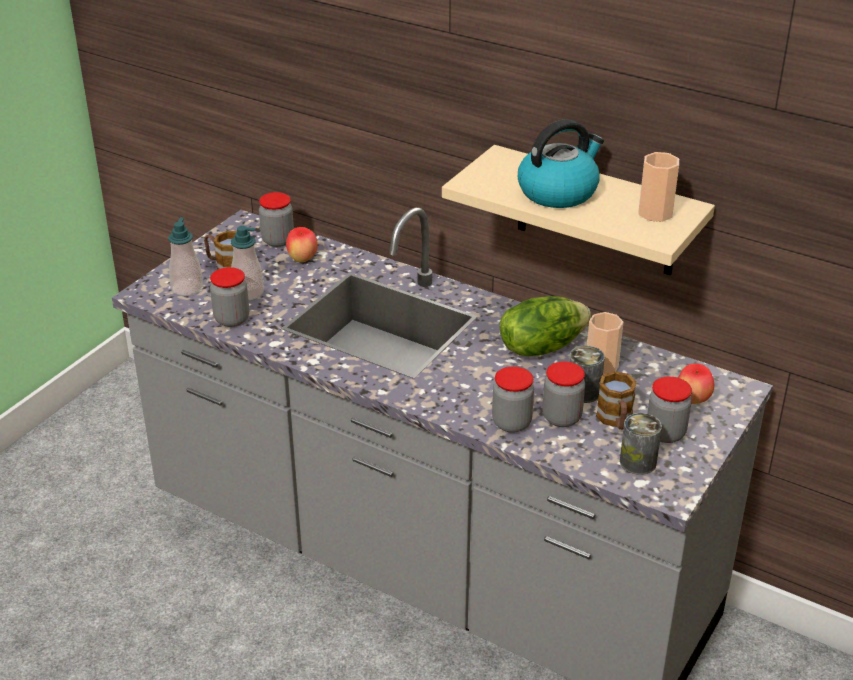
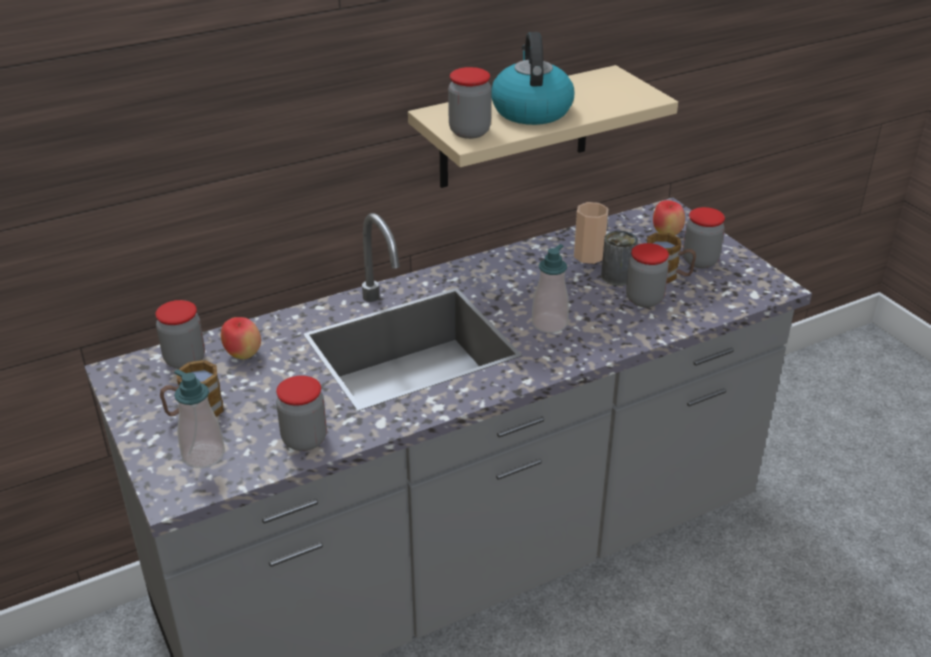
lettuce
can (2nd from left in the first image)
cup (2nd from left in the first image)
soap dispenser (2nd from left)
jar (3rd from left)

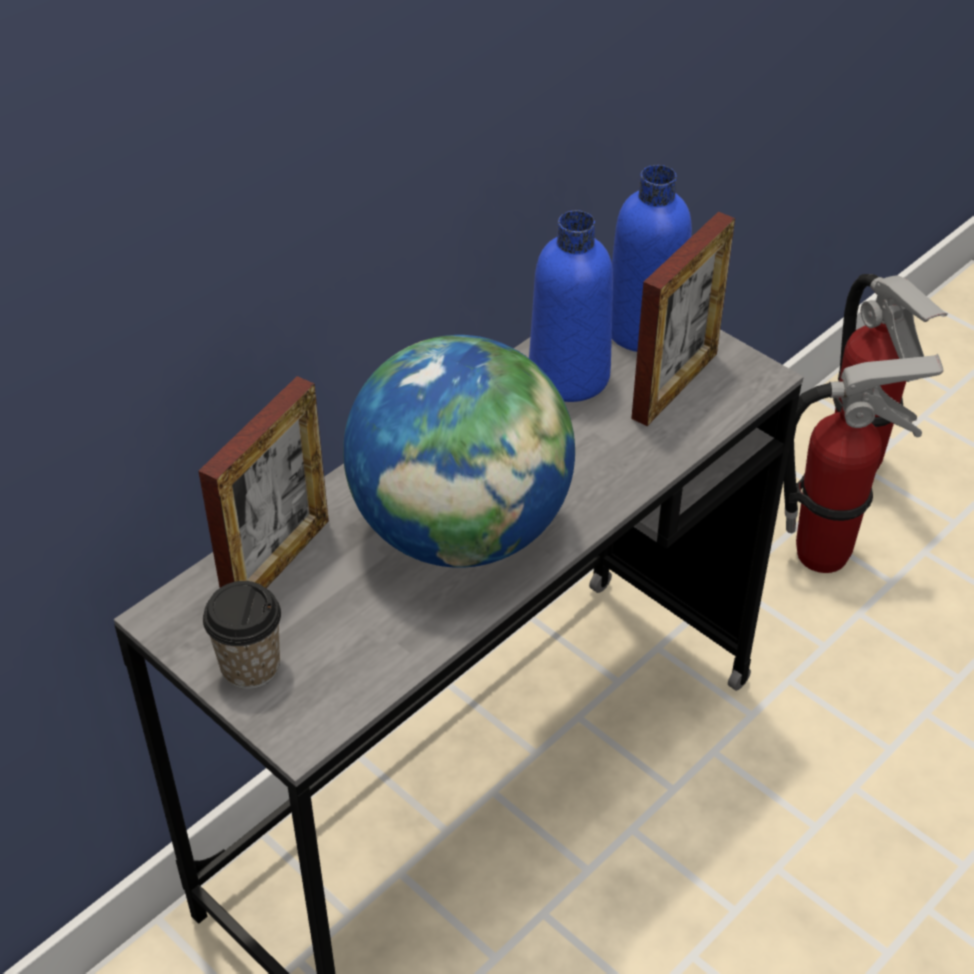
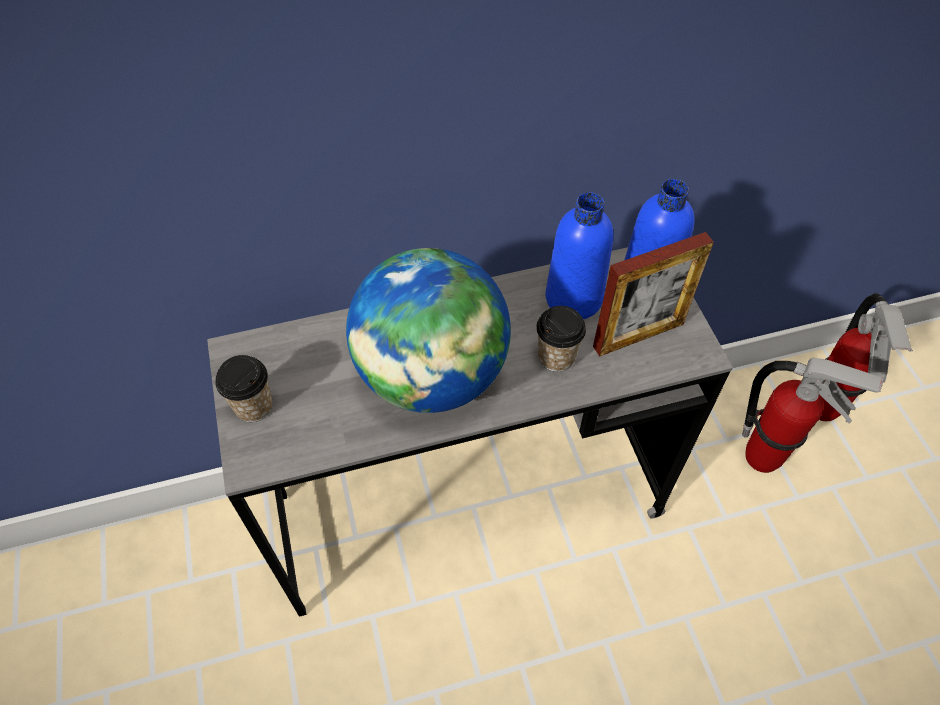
picture frame (1st from left in the first image)
cup (2nd from left)

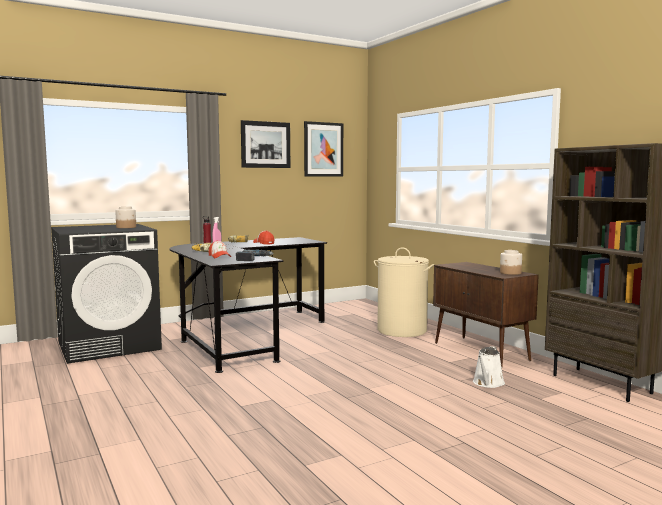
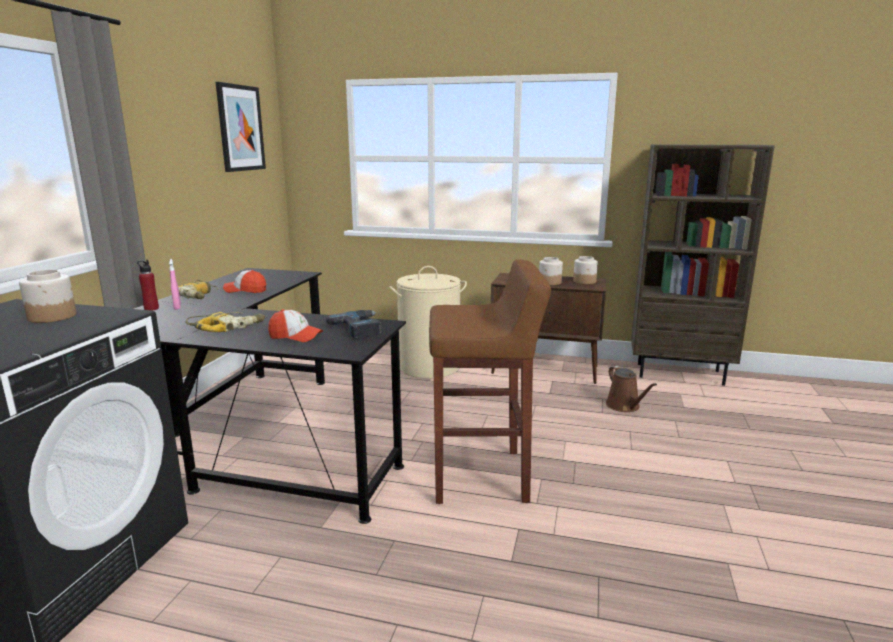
picture (1st from left in the first image)
brown stool
jar (2nd from left)
brown watering can

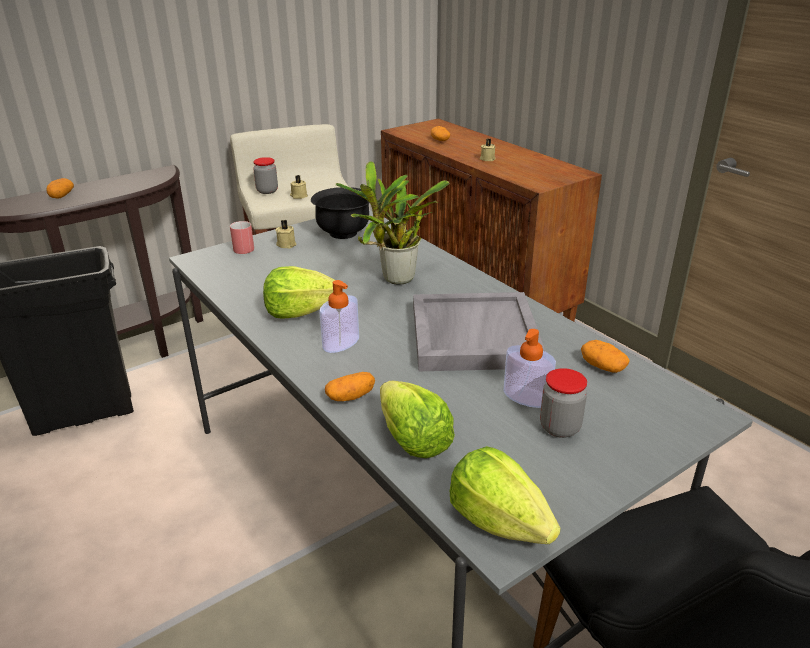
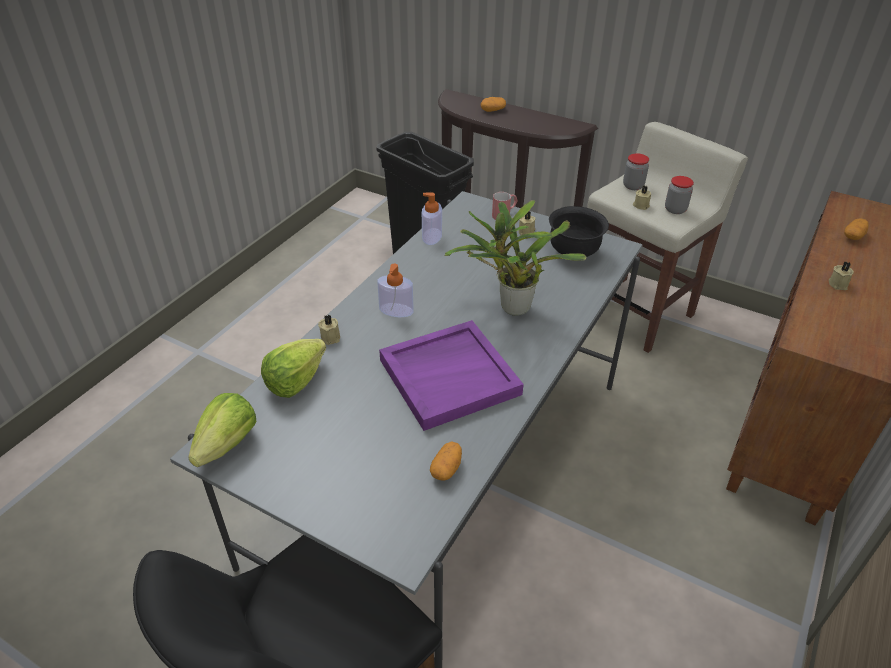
lettuce (1st from left in the first image)
soap dispenser (2nd from left)
jar (2nd from left)
beige candle (1st from left)
purple tray

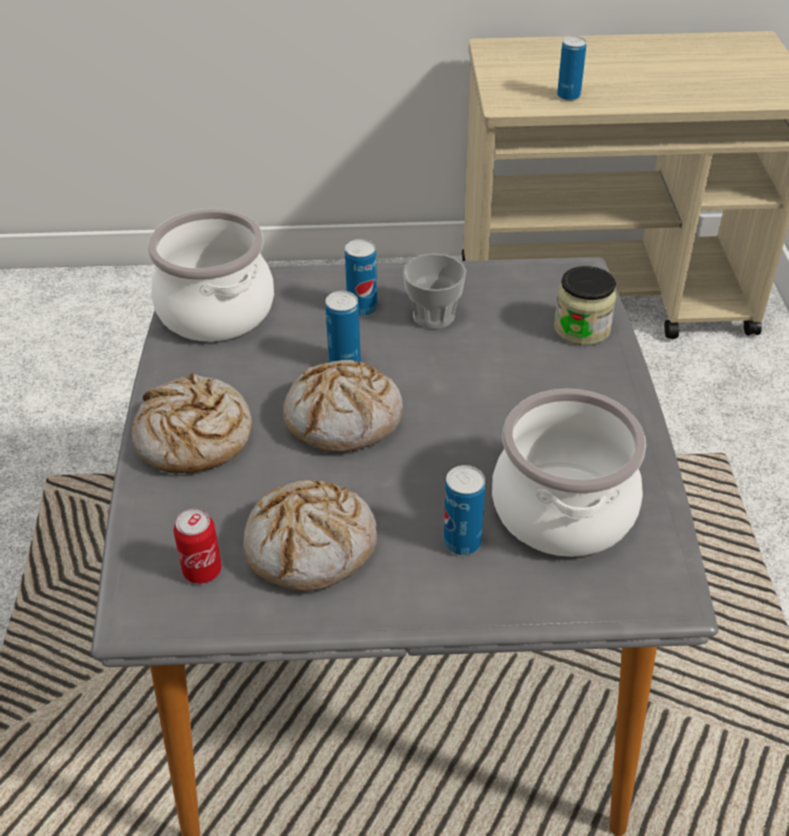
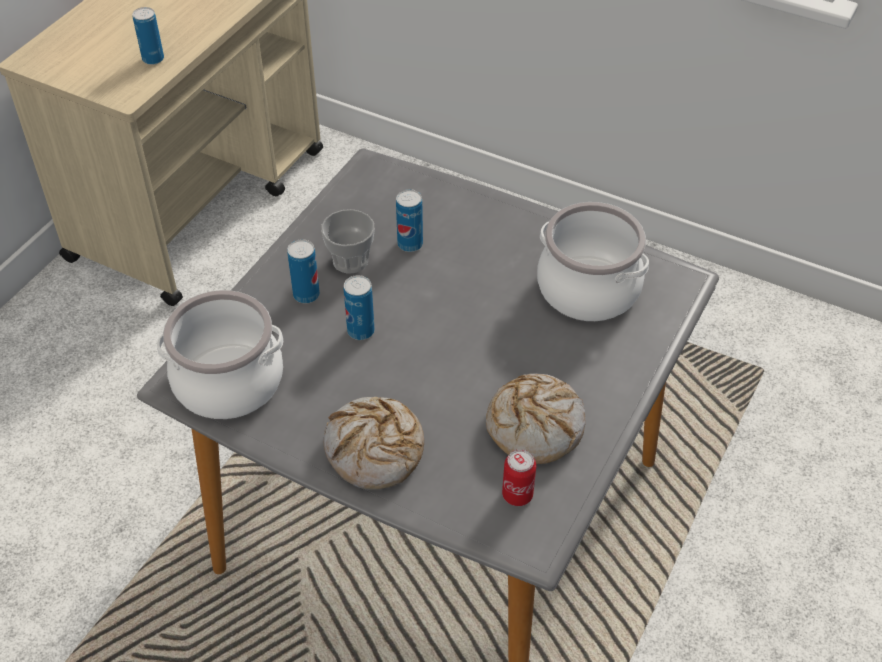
bread (3rd from left in the first image)
jar
can (4th from left)

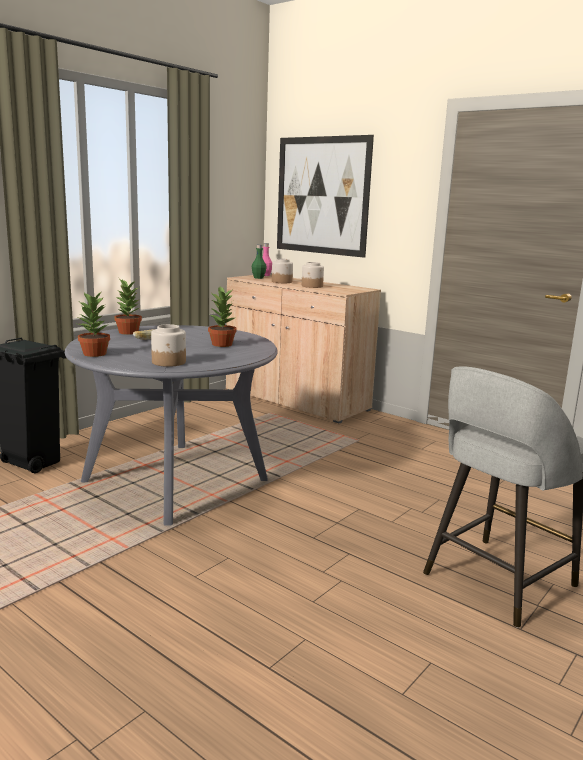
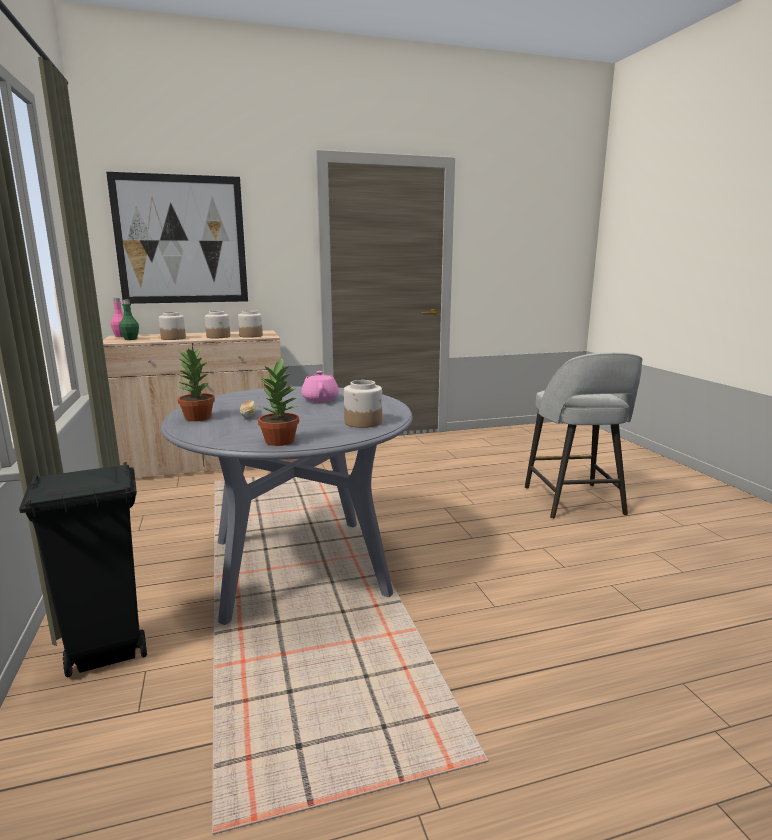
jar (3rd from left)
pink teapot

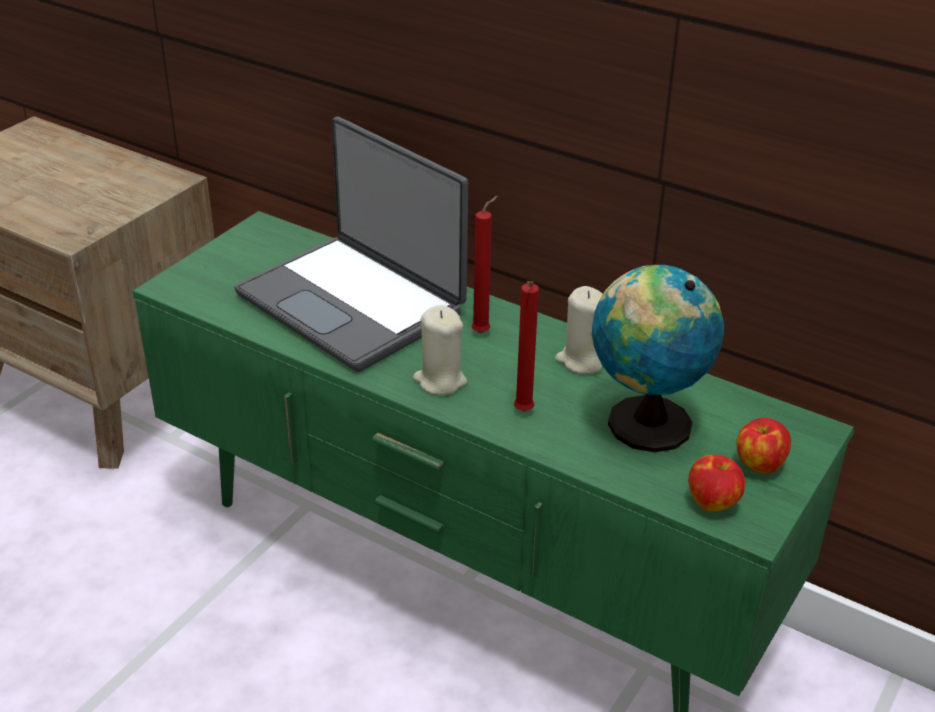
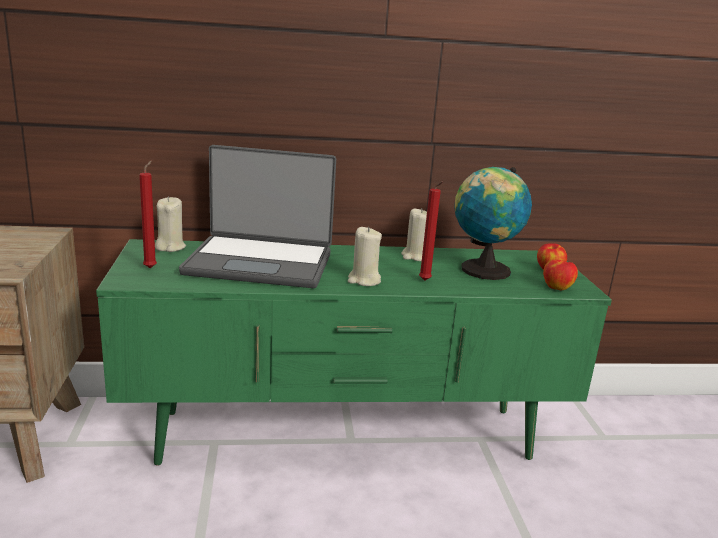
beige candle (1st from left)
red candle (1st from left)

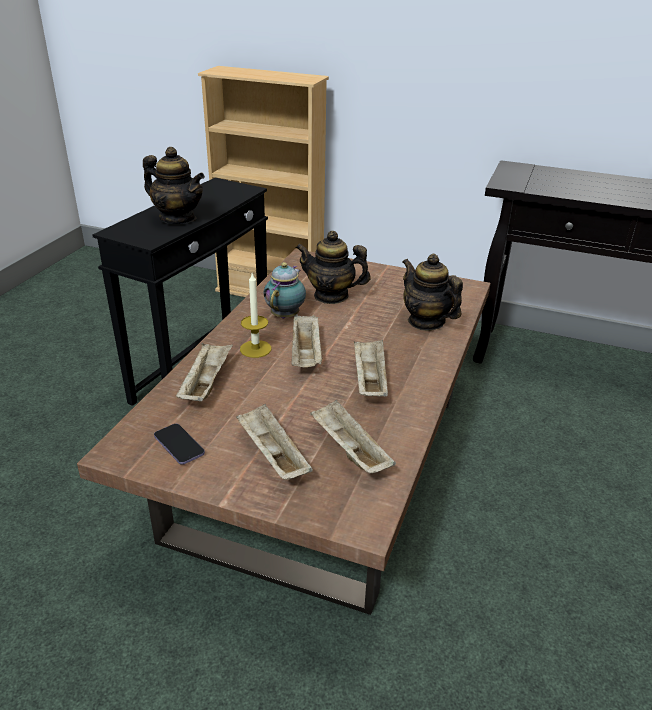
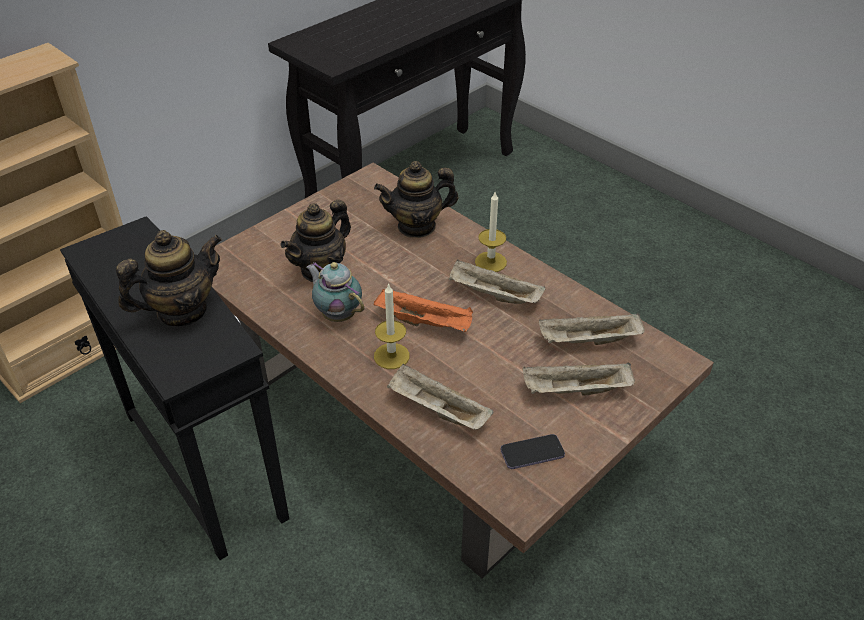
candle (2nd from left)
orange tray

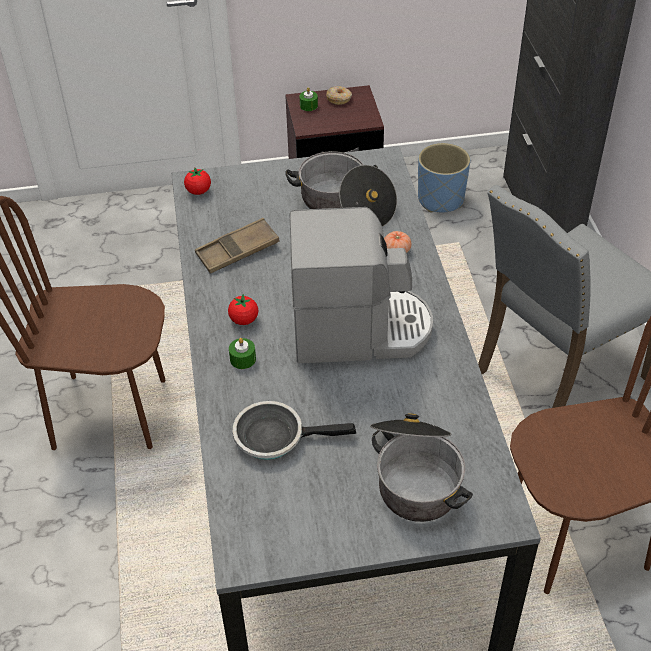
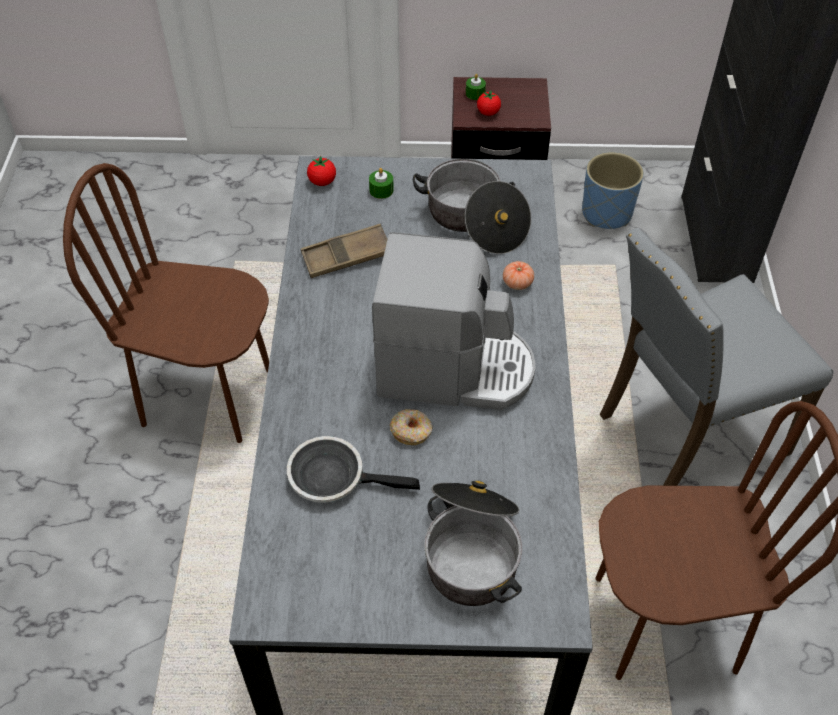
tomato (2nd from left)
green candle (1st from left)
donut

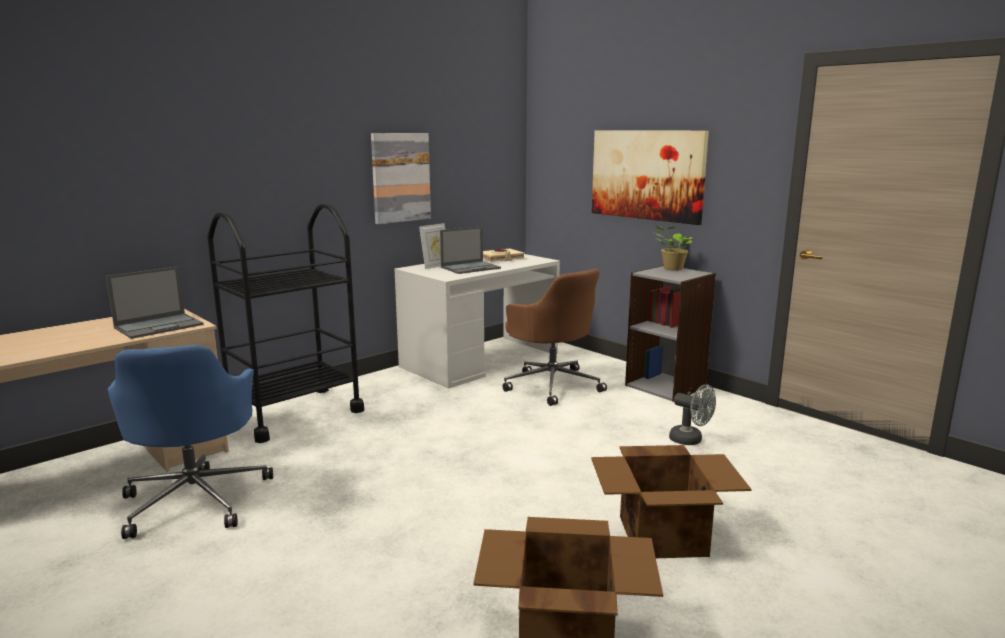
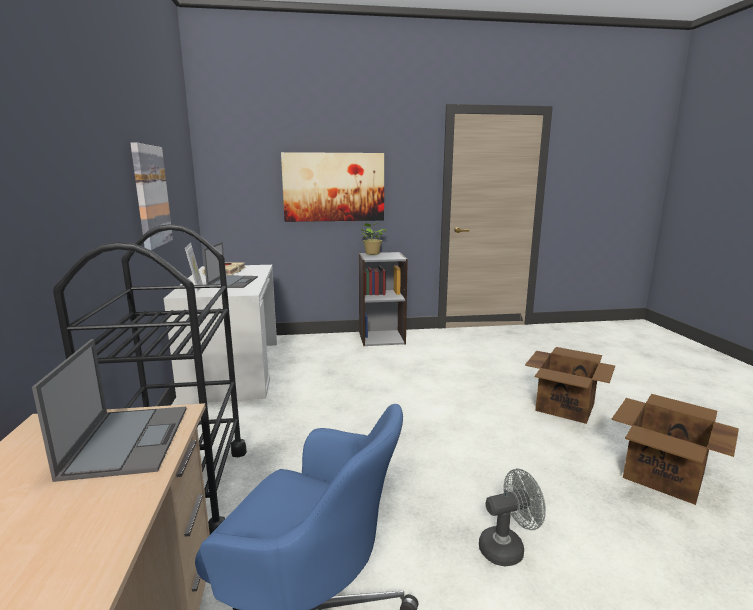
brown office chair
grey fan

